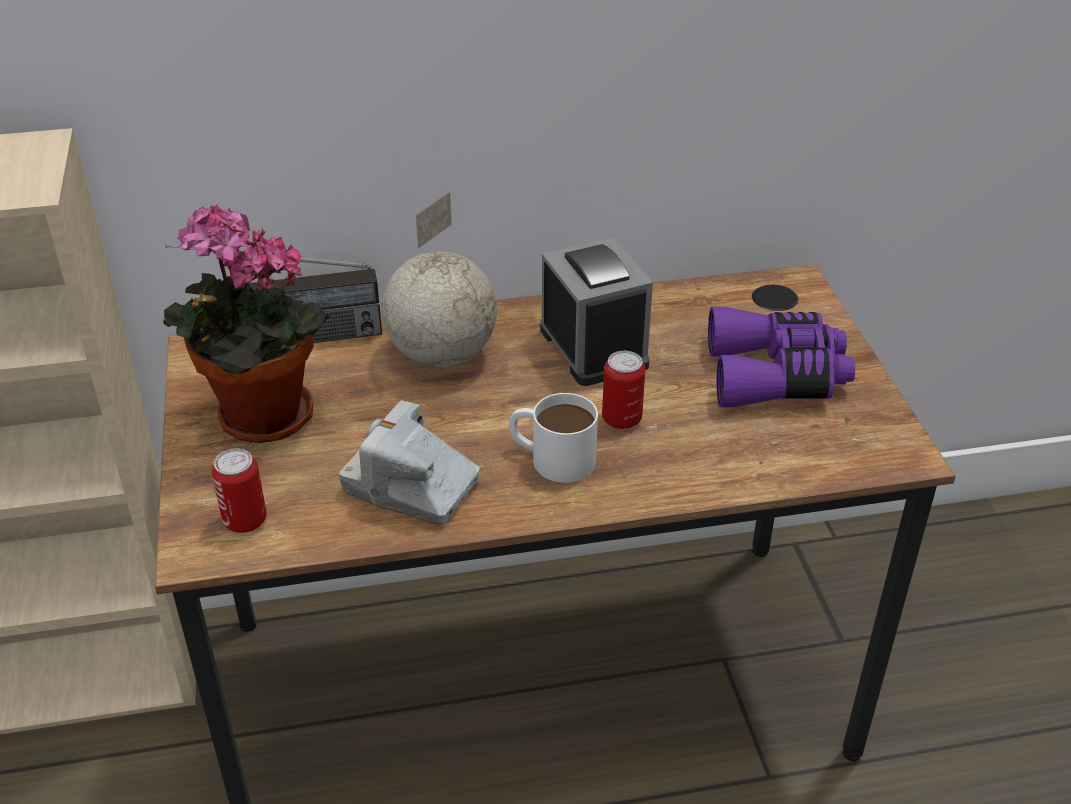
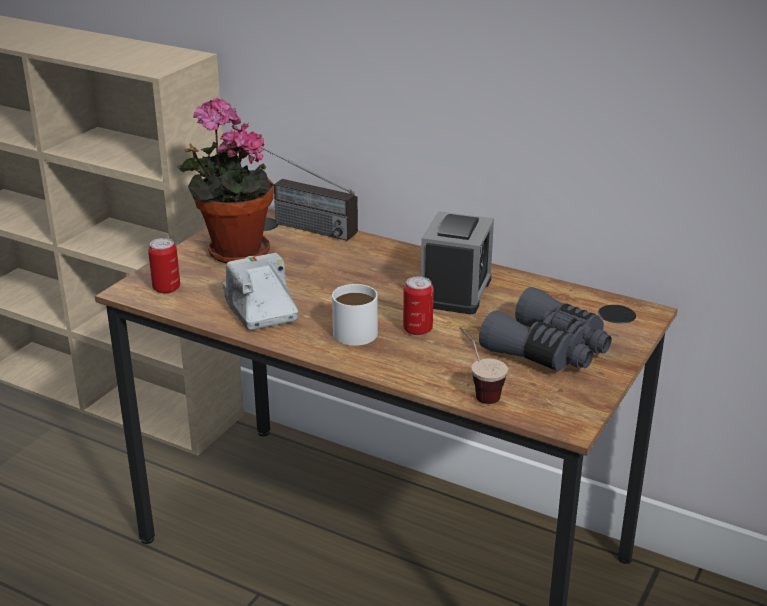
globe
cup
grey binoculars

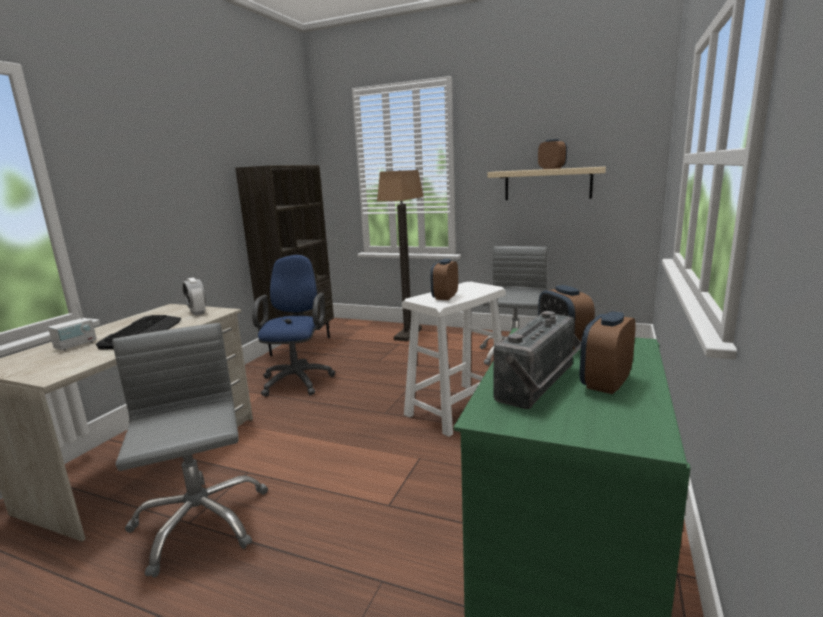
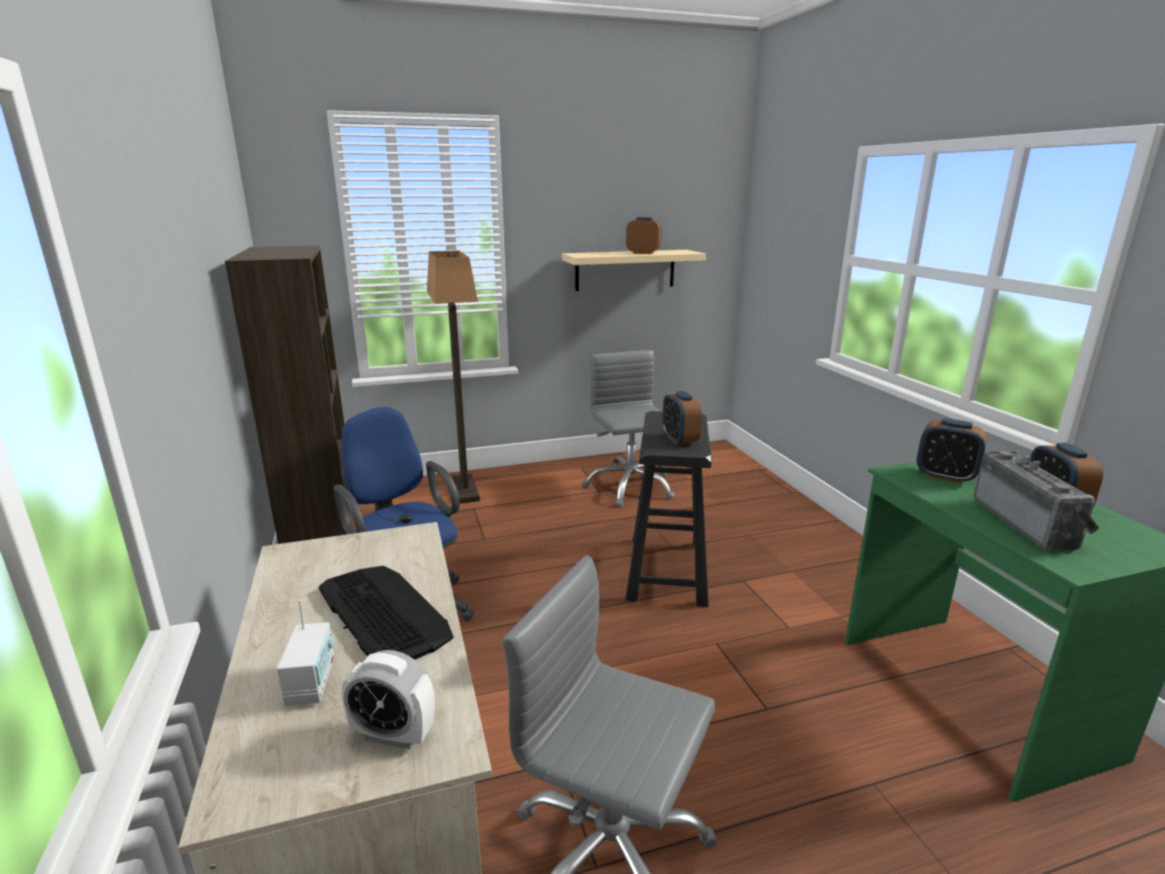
alarm clock (1st from left)
black stool

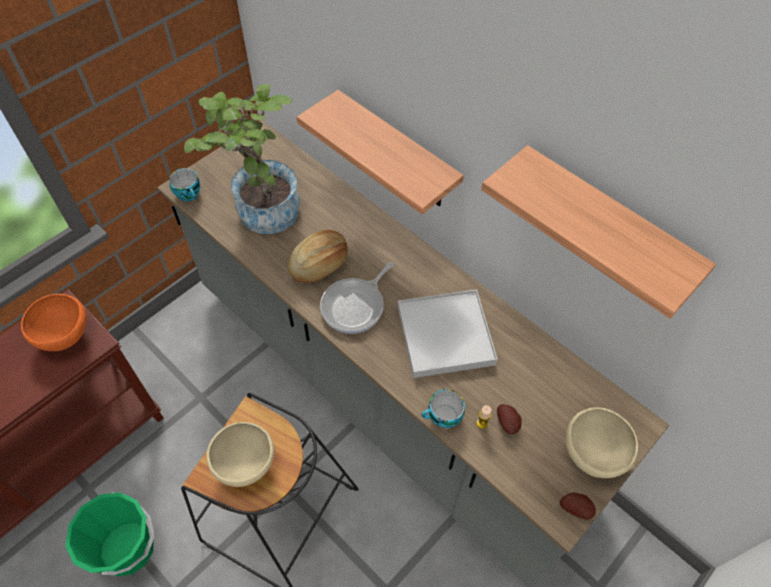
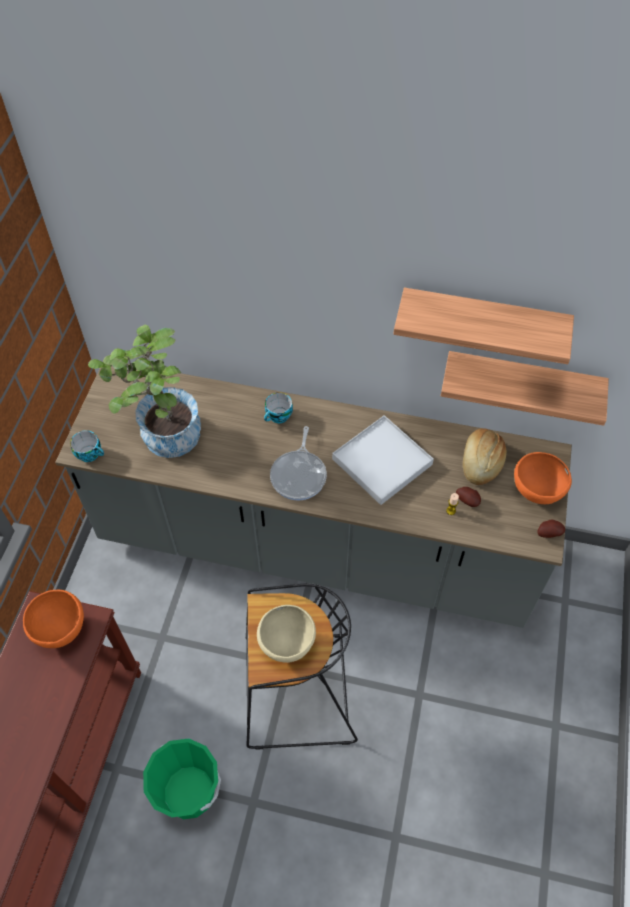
bread
shelf (2nd from left)
cup (2nd from left)
orange bowl (2nd from left)

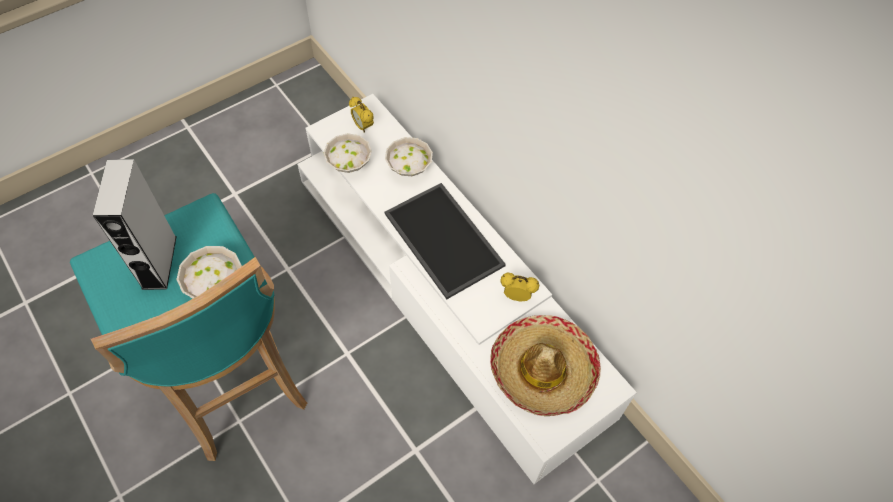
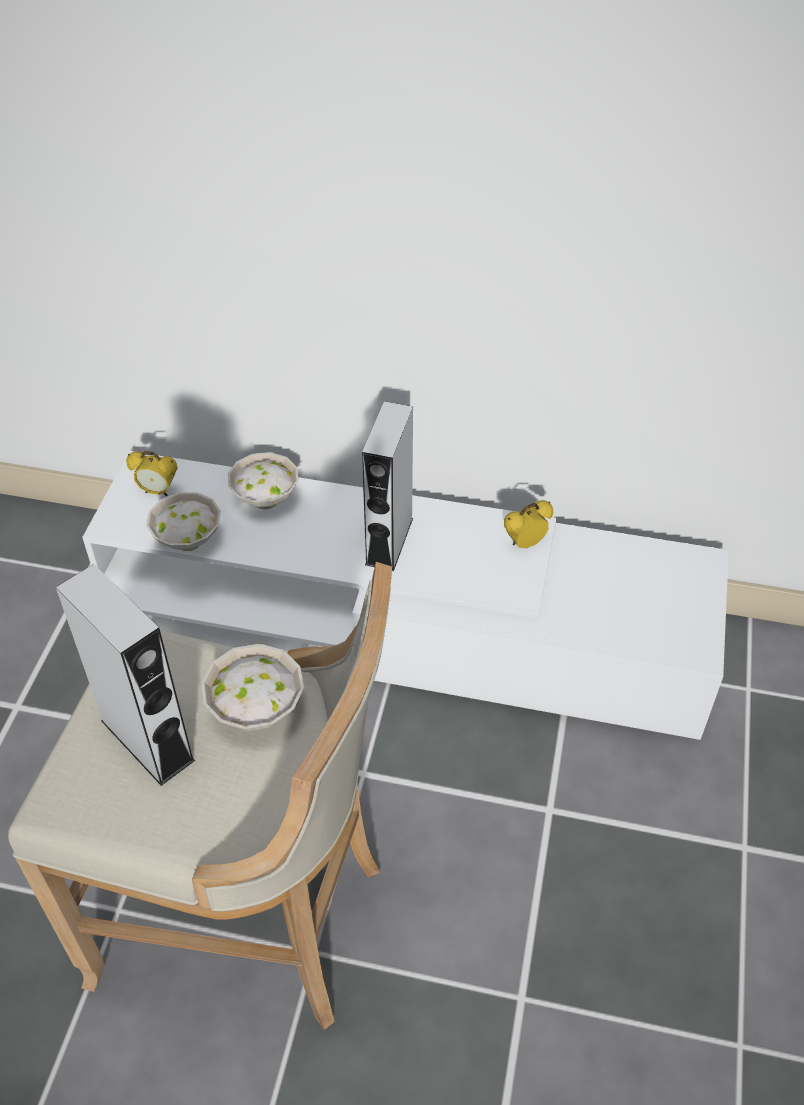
hat
grey speaker (2nd from left)
beige stool

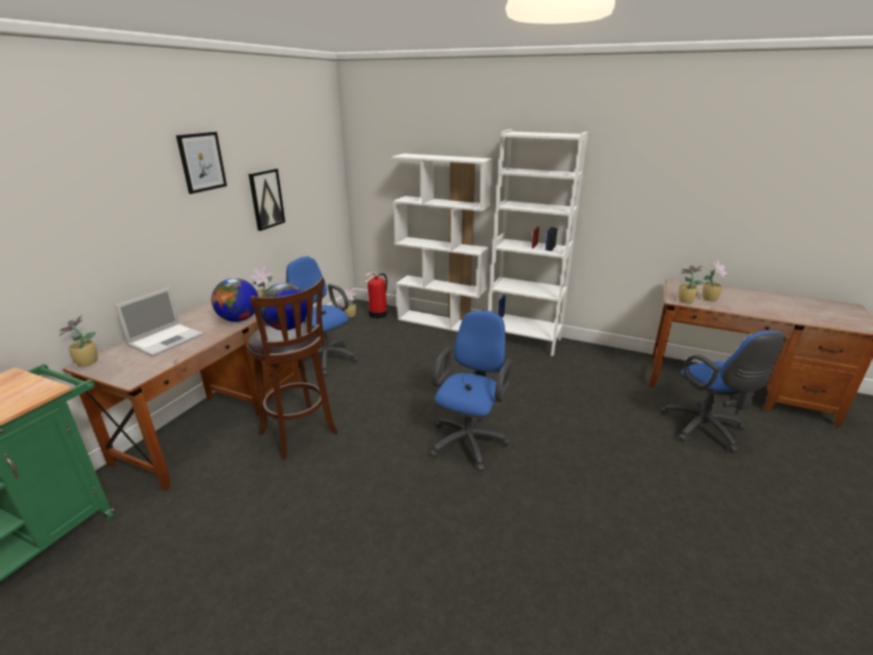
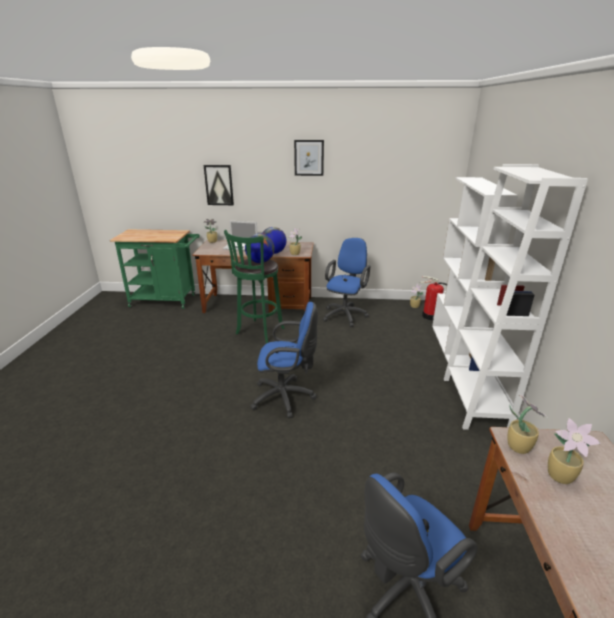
picture (1st from left)
green stool

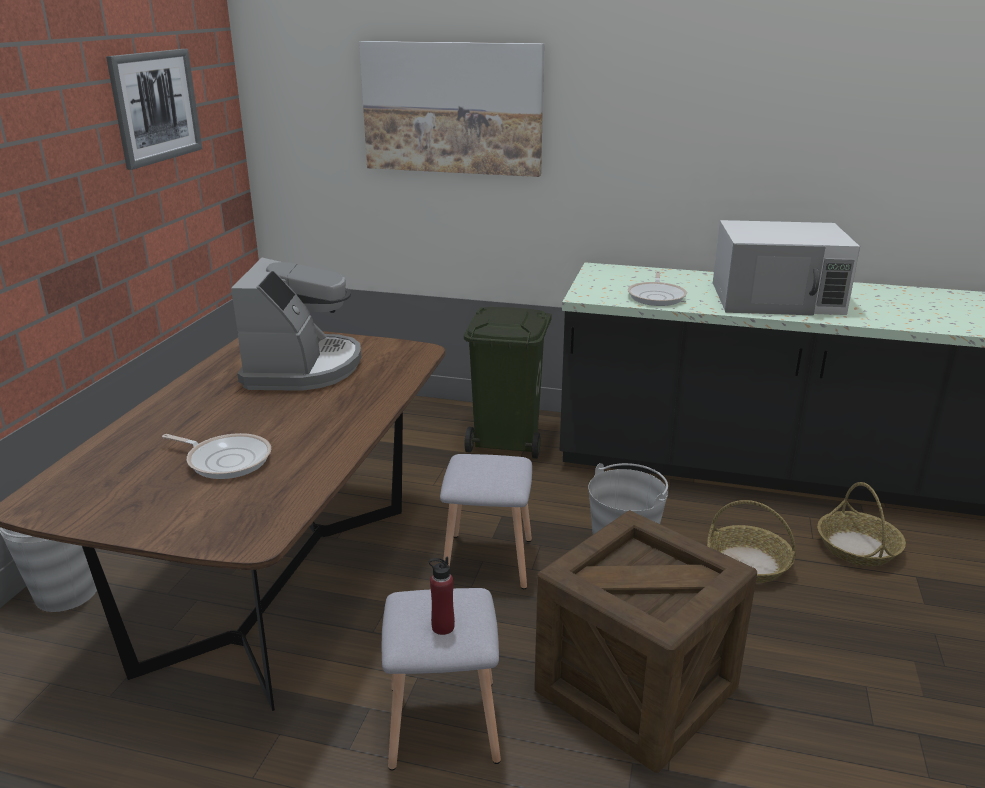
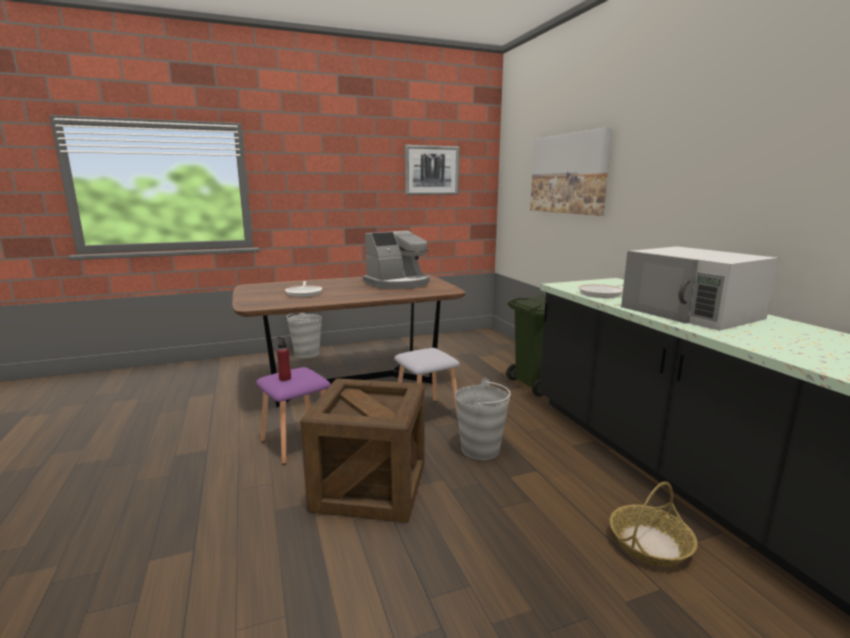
basket (1st from left in the first image)
purple stool

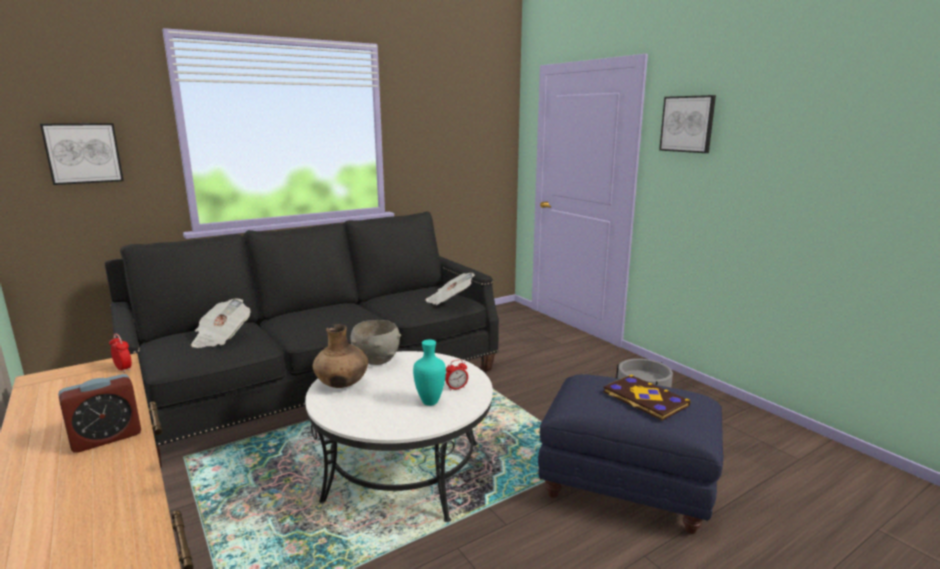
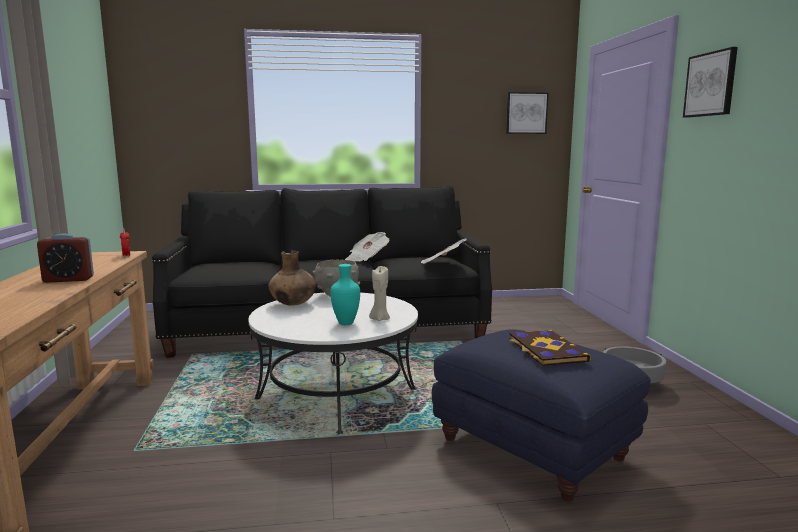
picture (1st from left)
newspaper (1st from left)
beige candle

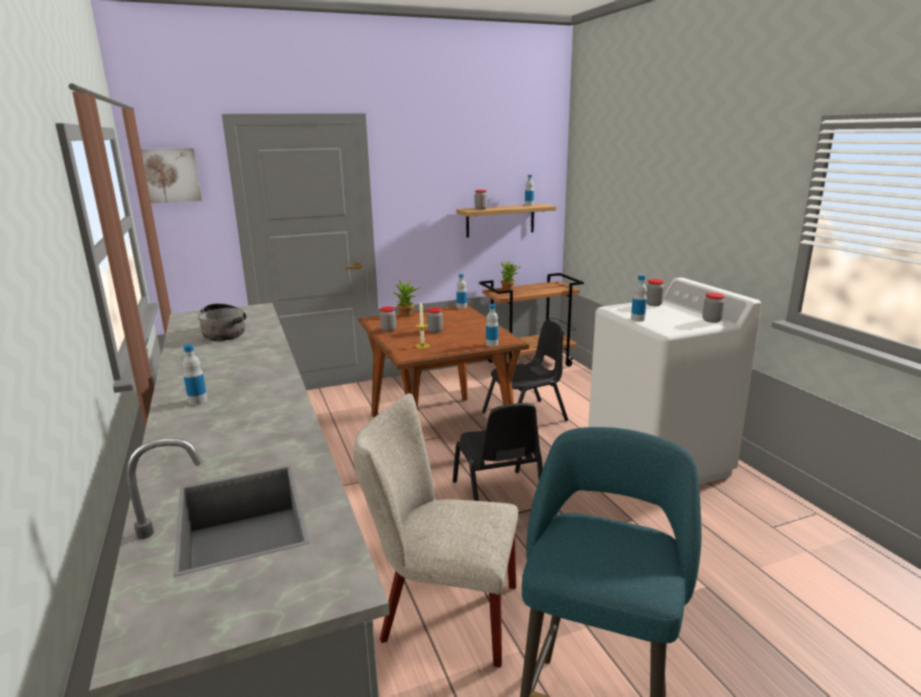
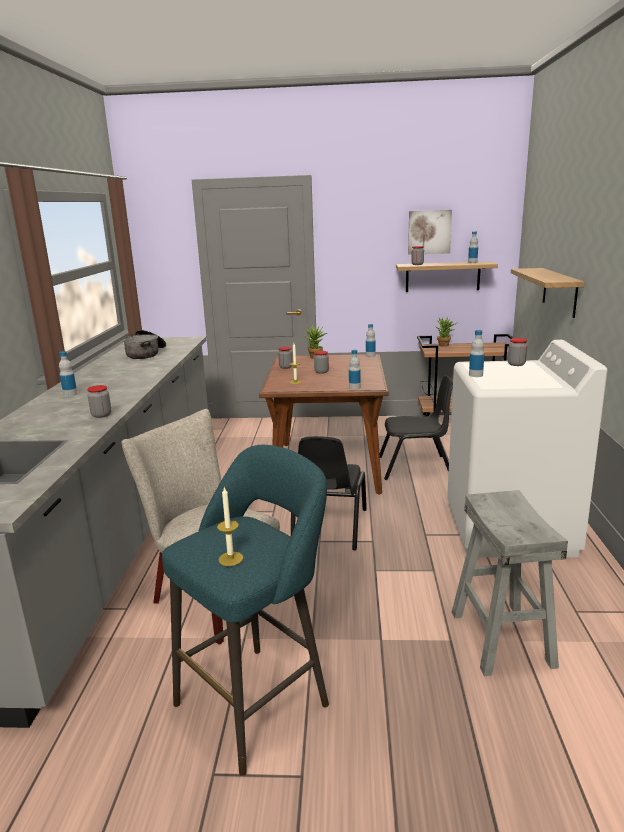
candle (1st from left)
grey stool
shelf (2nd from left)
picture
jar (1st from left)

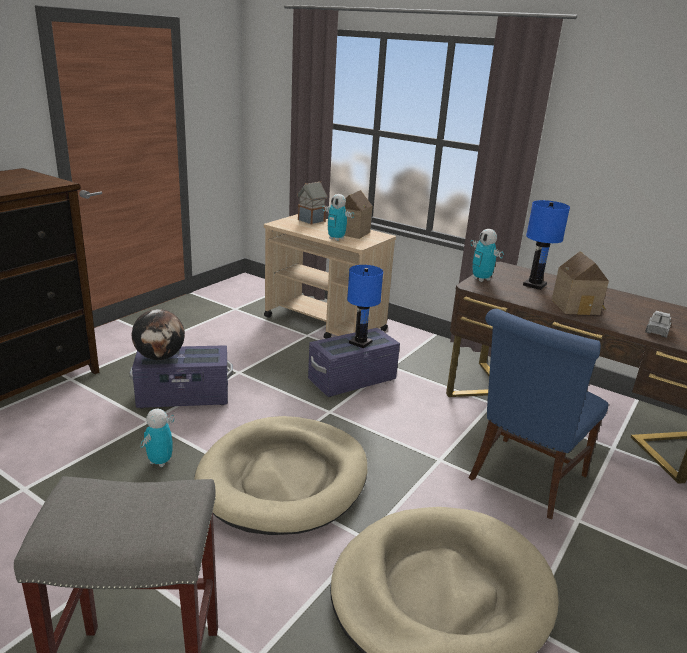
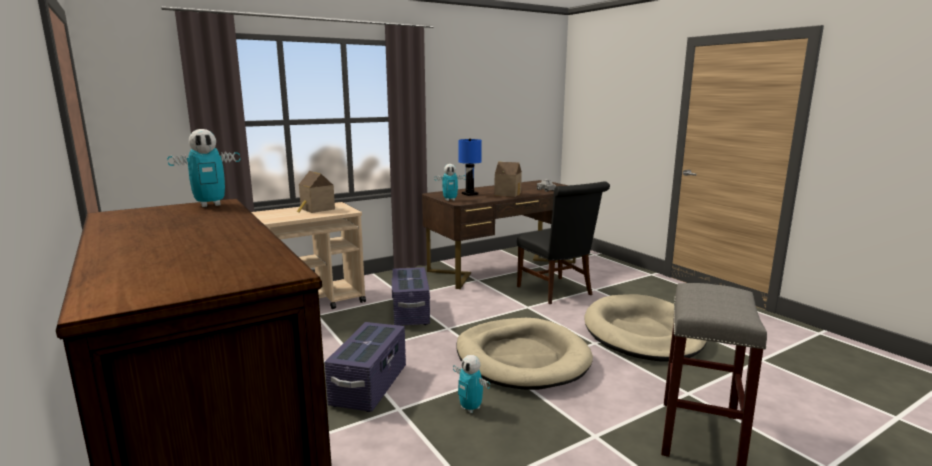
globe
toy house (1st from left in the first image)
blue table lamp (1st from left in the first image)
toy robot (1st from left)
black chair

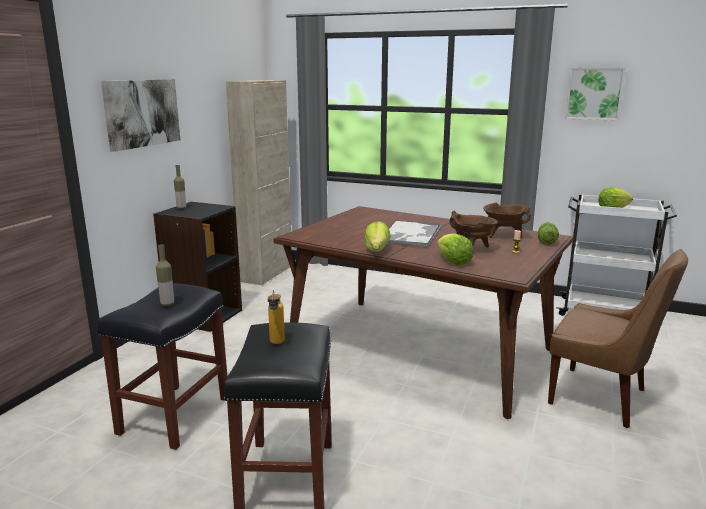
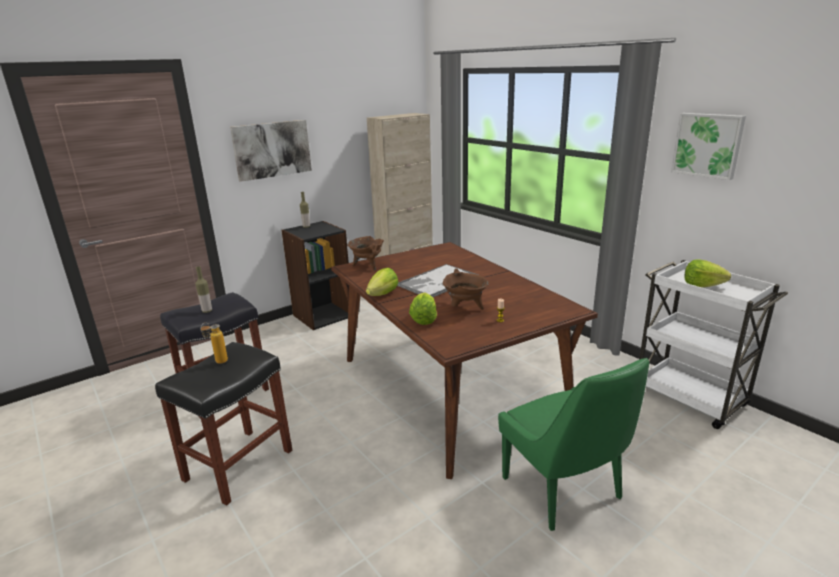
lettuce (3rd from left in the first image)
brown cooking pot (1st from left)
green chair

